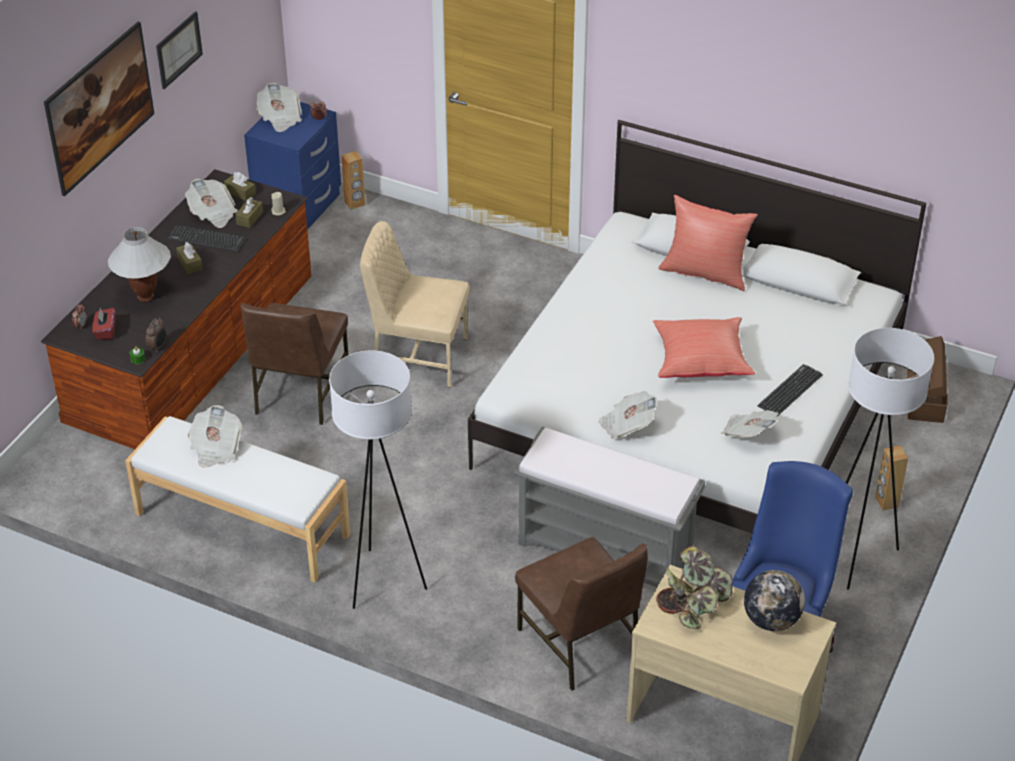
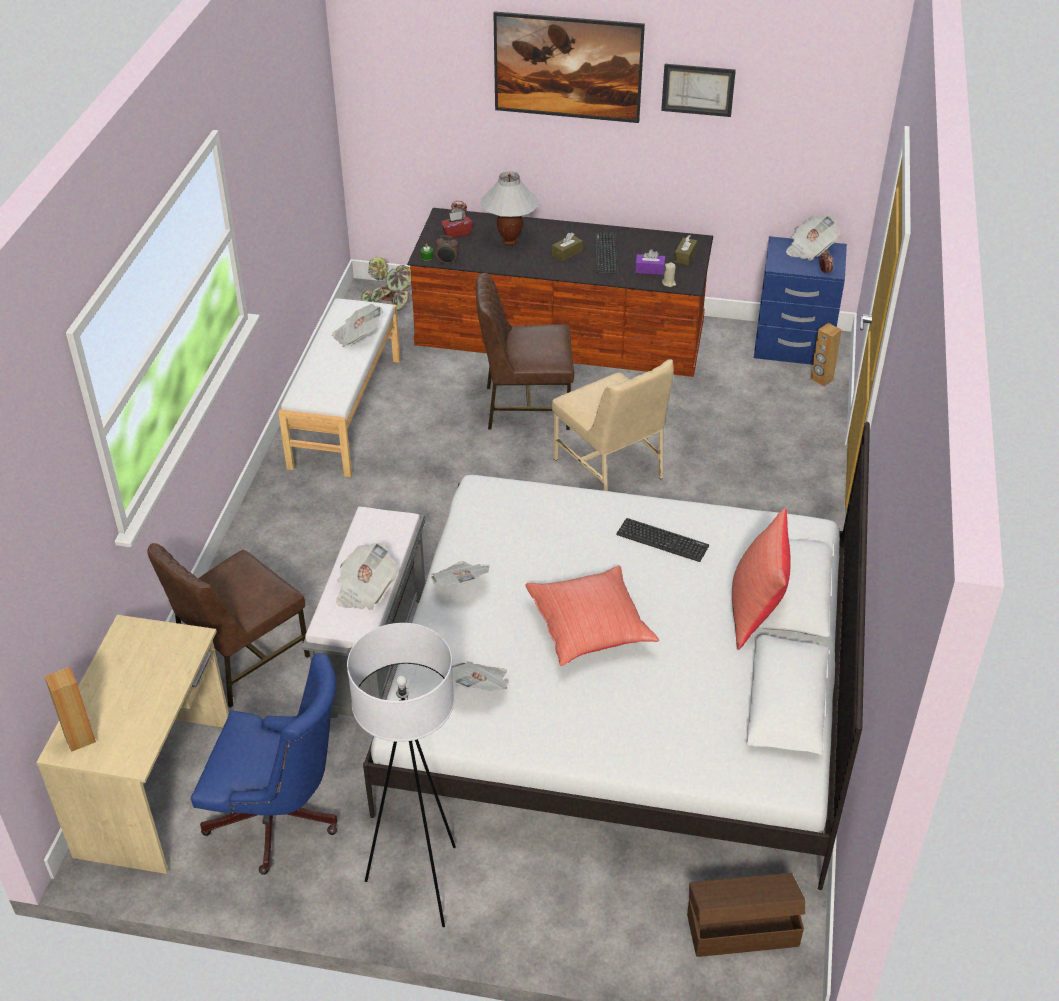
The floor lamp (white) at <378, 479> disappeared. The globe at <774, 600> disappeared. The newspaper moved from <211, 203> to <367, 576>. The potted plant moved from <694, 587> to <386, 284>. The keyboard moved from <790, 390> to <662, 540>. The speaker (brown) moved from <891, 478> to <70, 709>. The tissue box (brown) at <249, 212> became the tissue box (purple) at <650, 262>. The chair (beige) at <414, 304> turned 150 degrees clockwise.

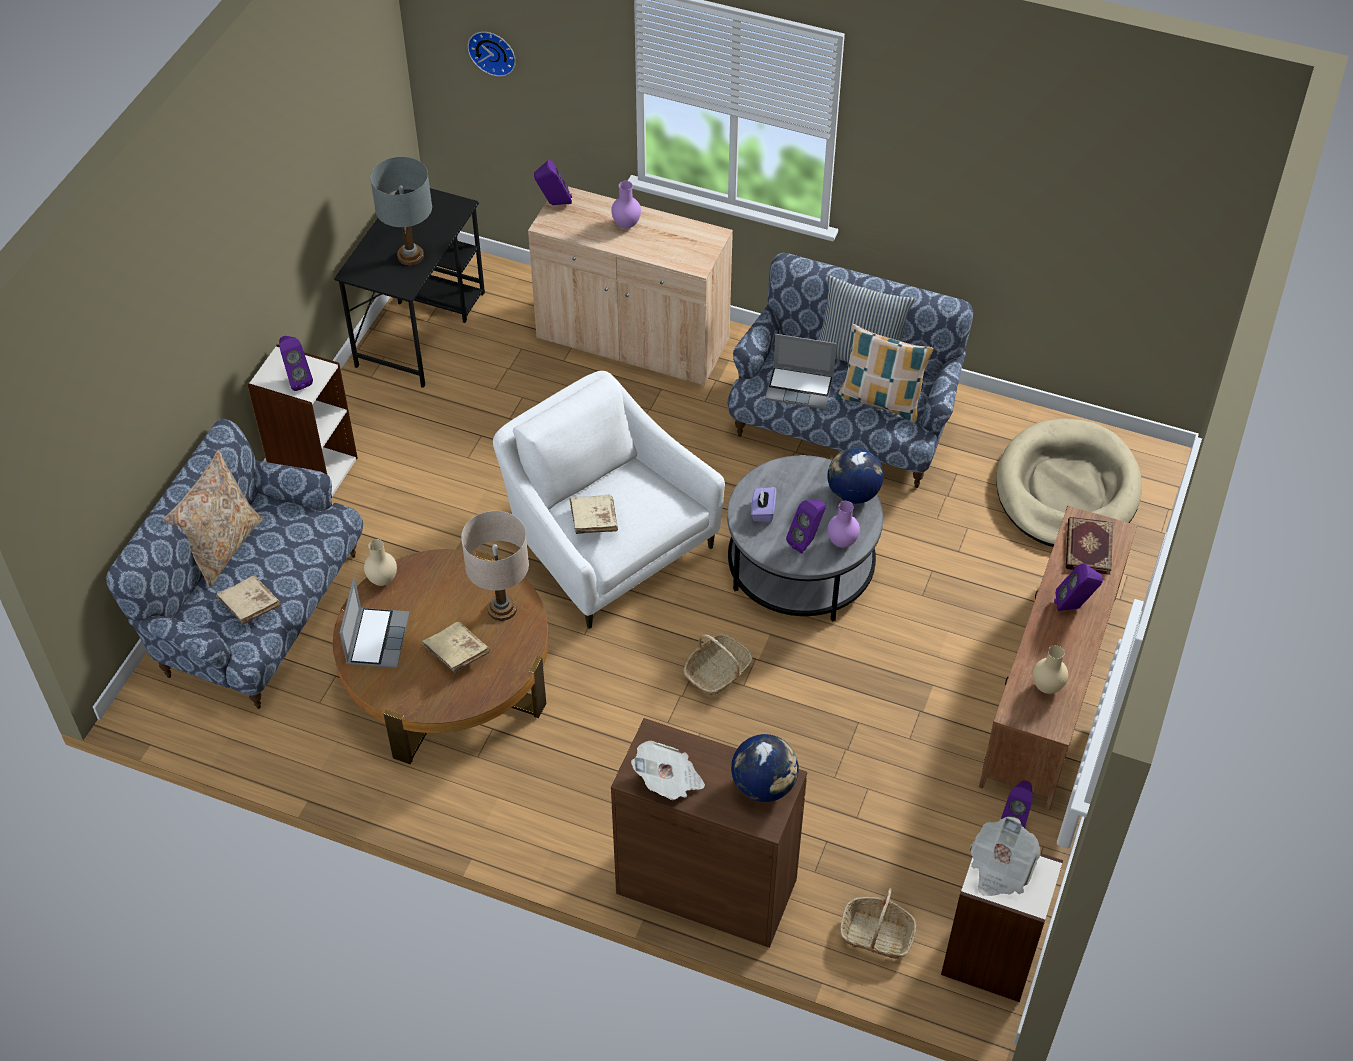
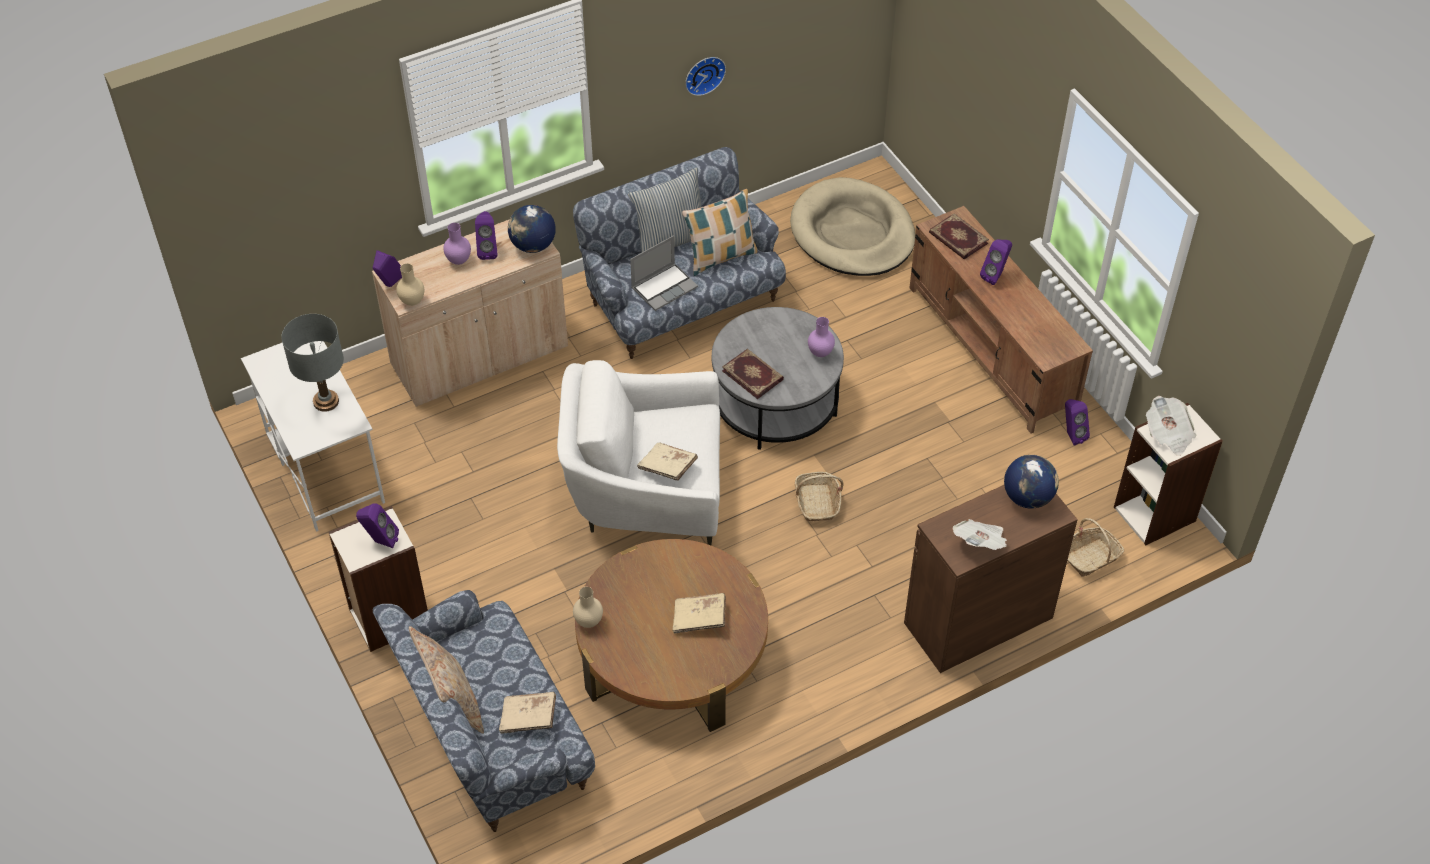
The laptop at <375, 622> disappeared. The table lamp (beige) at <495, 566> disappeared. The wall clock moved from <491, 54> to <705, 76>. The speaker (purple) moved from <806, 526> to <486, 235>. The globe moved from <855, 476> to <532, 229>. The vase (beige) moved from <1050, 669> to <410, 284>. The tissue box (purple) at <763, 505> was replaced by the book at <753, 374>. The desk (black) at <409, 288> became the desk (white) at <313, 436>.

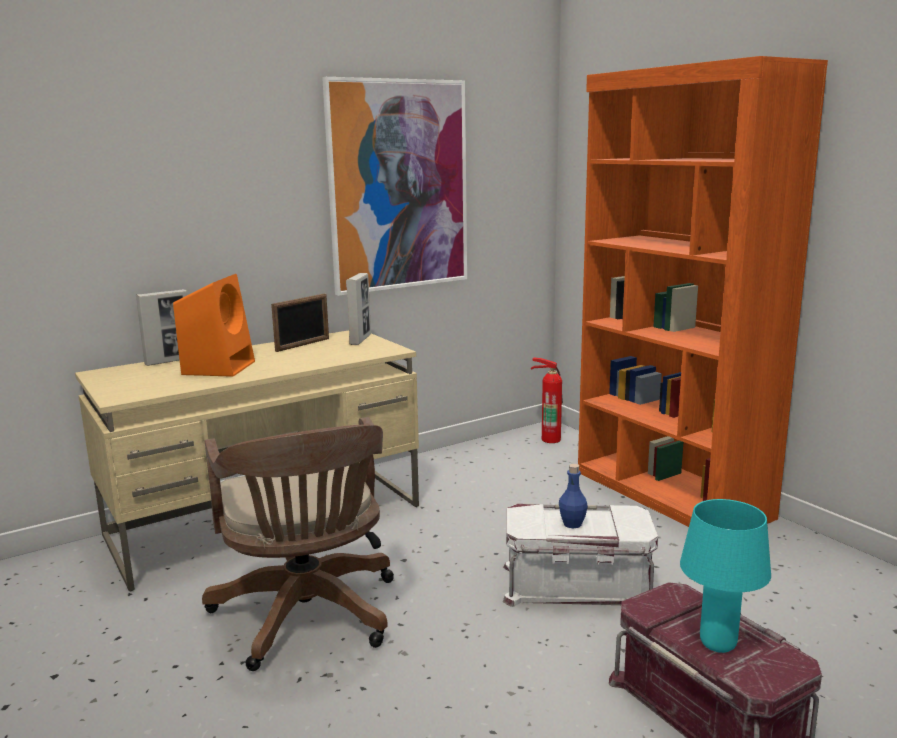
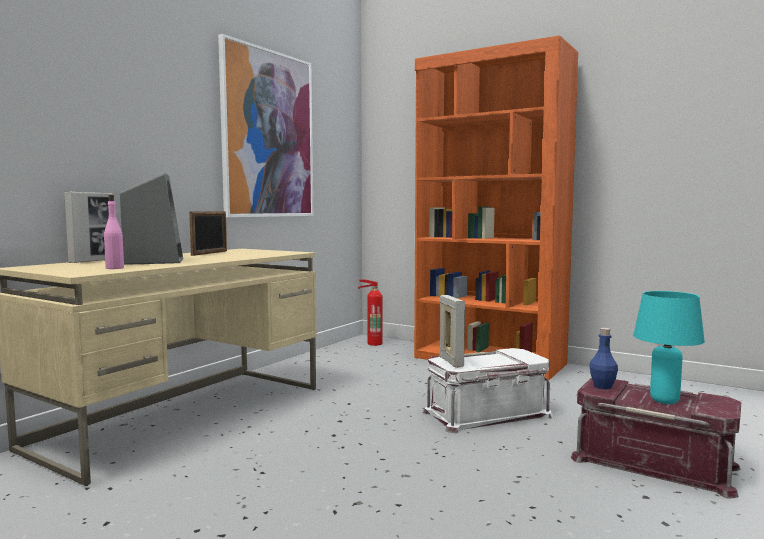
The office chair (brown) at <298, 544> disappeared. The bottle (pink) at <114, 232> appeared. The picture frame moved from <358, 309> to <452, 331>. The bottle (blue) moved from <573, 496> to <603, 358>. The speaker (orange) at <214, 325> became the speaker (grey) at <151, 219>.

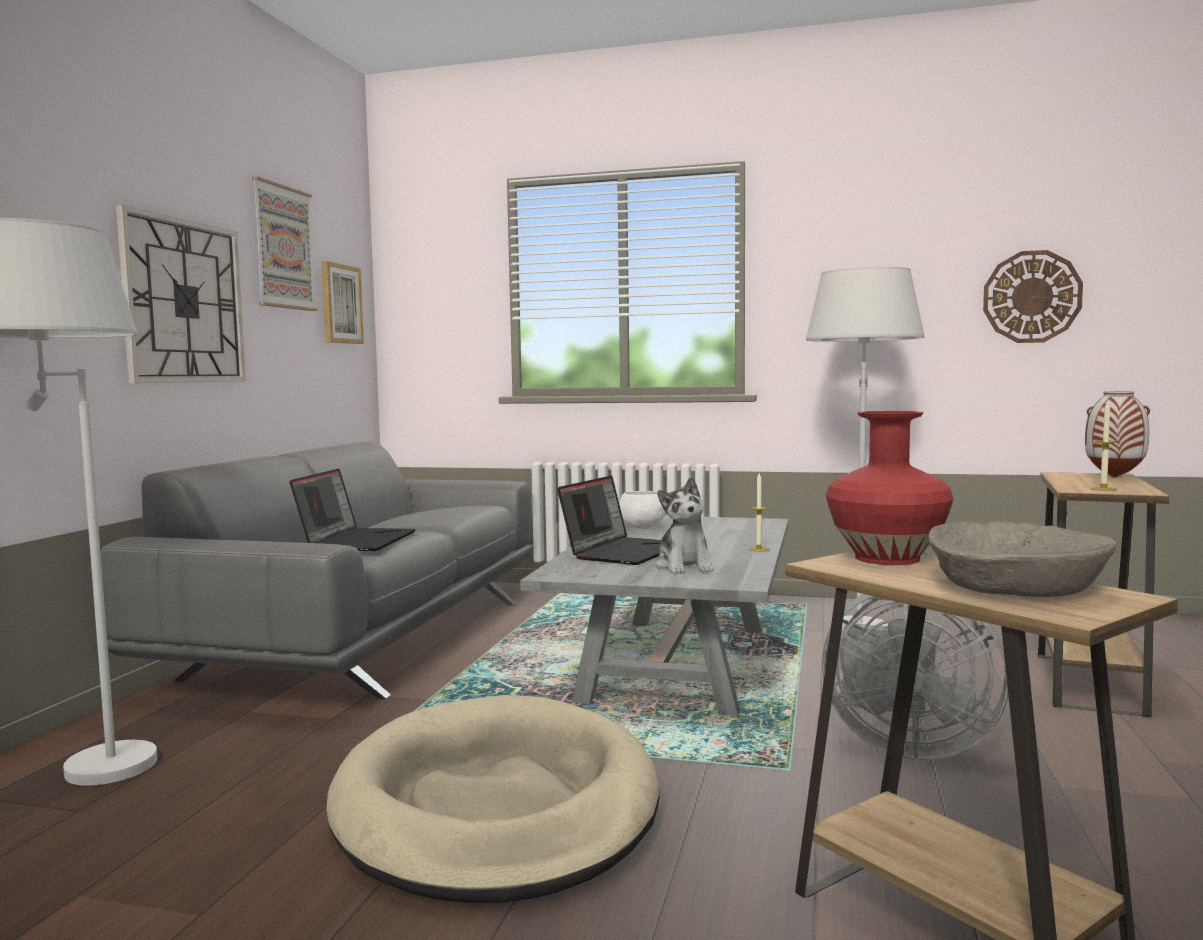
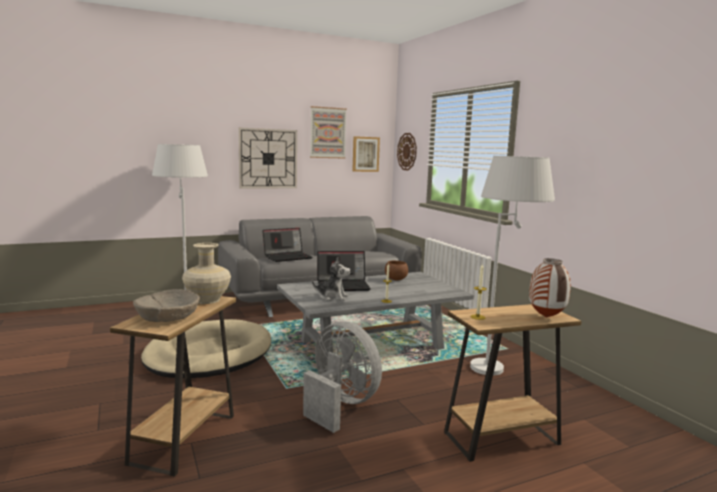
The wall clock moved from <1033, 296> to <407, 152>. The bowl (white) at <642, 510> became the bowl (brown) at <396, 271>. The vase (red) at <889, 488> became the vase (beige) at <206, 273>. The plush toy at <684, 525> turned 120 degrees counterclockwise. The fan (grey) at <915, 677> turned 150 degrees clockwise.

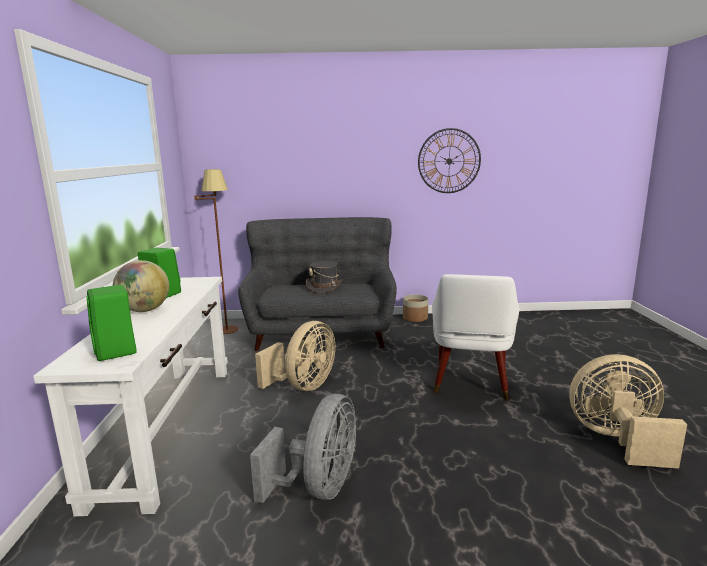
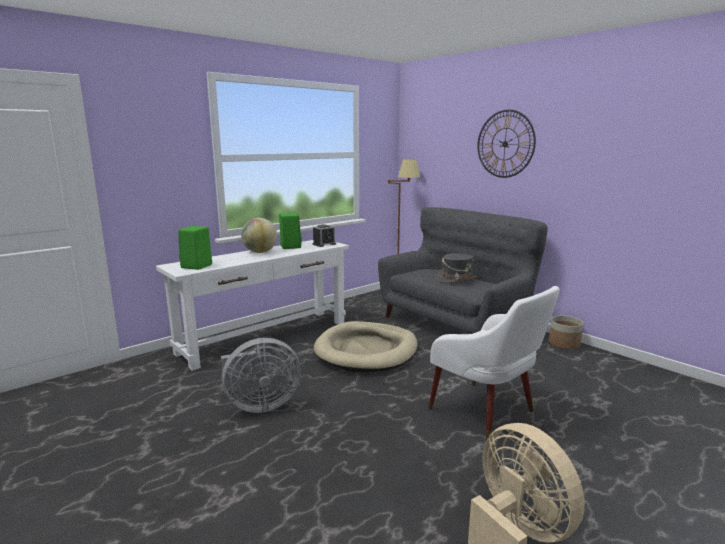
The alarm clock at <324, 235> appeared. The wall clock moved from <449, 160> to <507, 144>. The fan (beige) at <295, 356> was replaced by the dog bed (beige) at <366, 346>. The armchair (white) at <475, 337> turned 105 degrees counterclockwise.

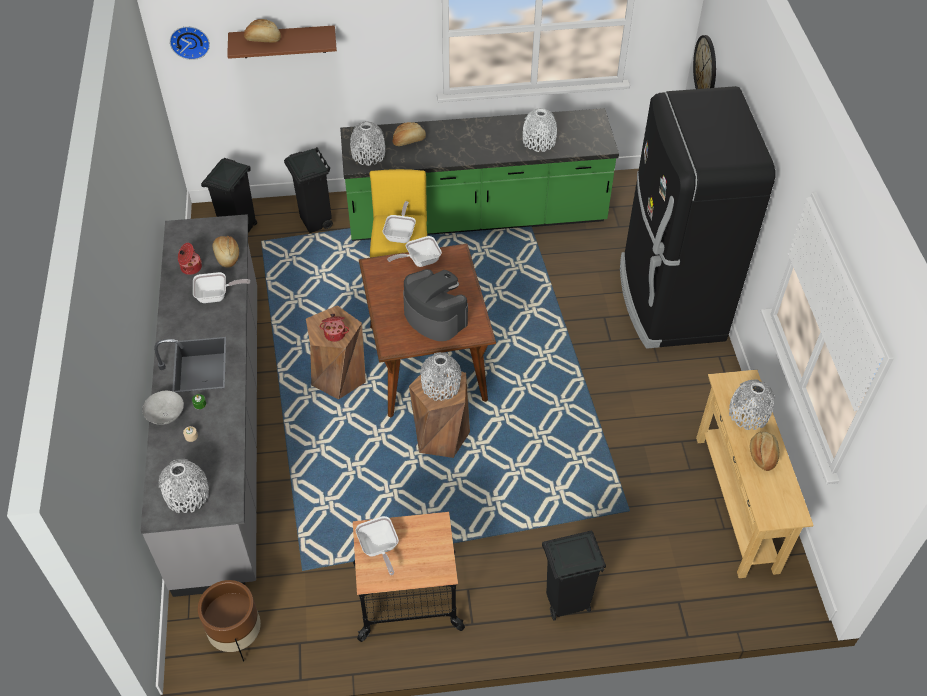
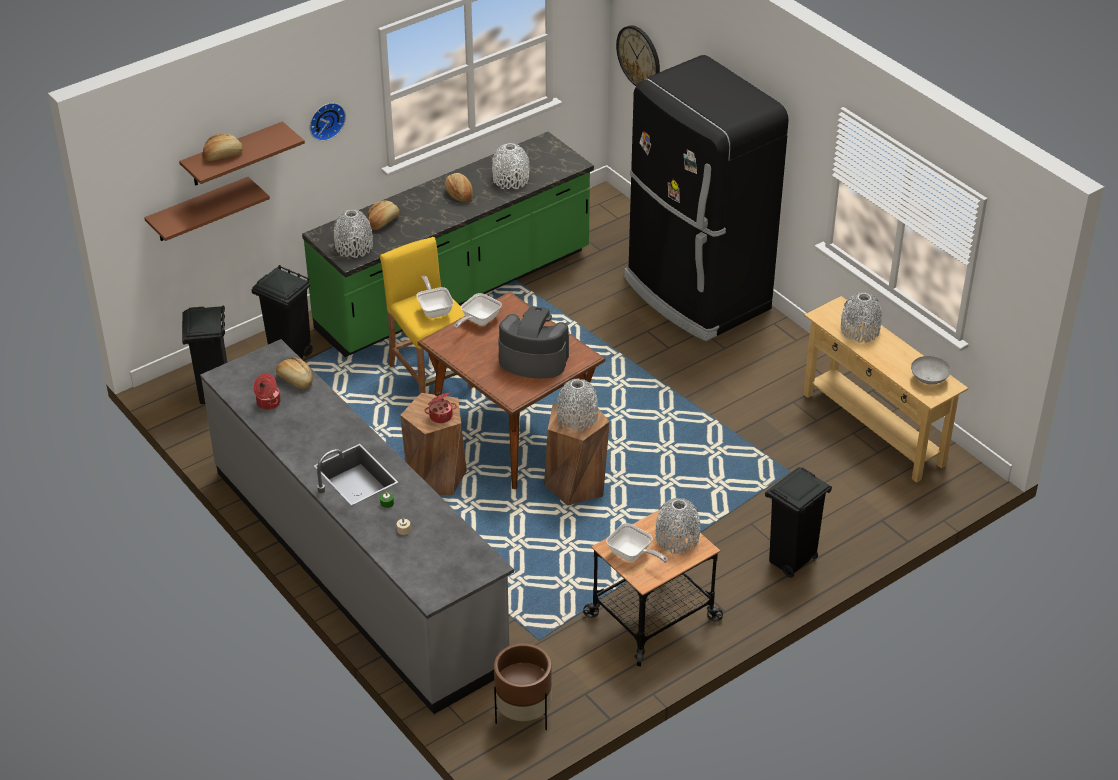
The frying pan at <221, 287> disappeared. The shelf (brown) at <207, 209> appeared. The bowl (grey) moved from <163, 408> to <931, 370>. The vase (grey) moved from <184, 486> to <678, 526>. The wall clock moved from <190, 43> to <328, 122>. The bread moved from <764, 451> to <459, 187>.

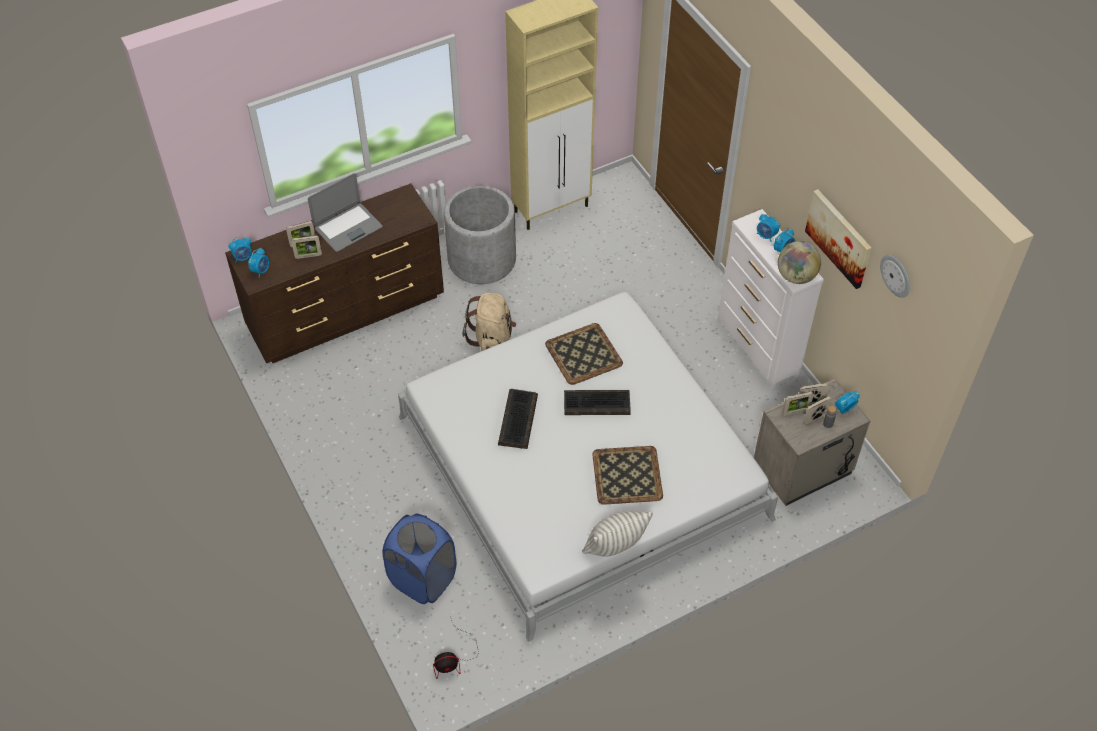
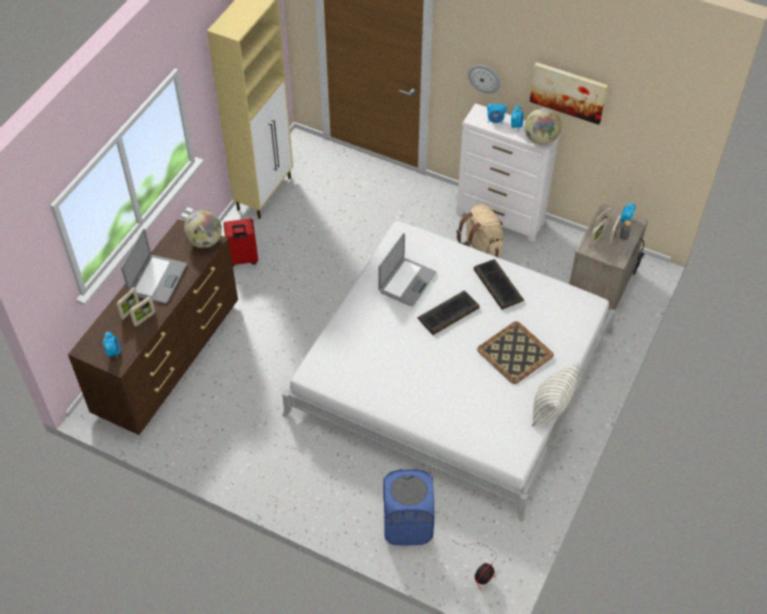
The alarm clock at <240, 249> disappeared. The globe at <203, 229> appeared. The backpack (beige) moved from <489, 322> to <480, 230>. The keyboard moved from <518, 419> to <499, 284>. The wall clock moved from <895, 276> to <484, 79>. The planter (grey) at <480, 234> was replaced by the suitcase (red) at <240, 242>. The tray at <584, 354> was replaced by the laptop at <407, 269>.

